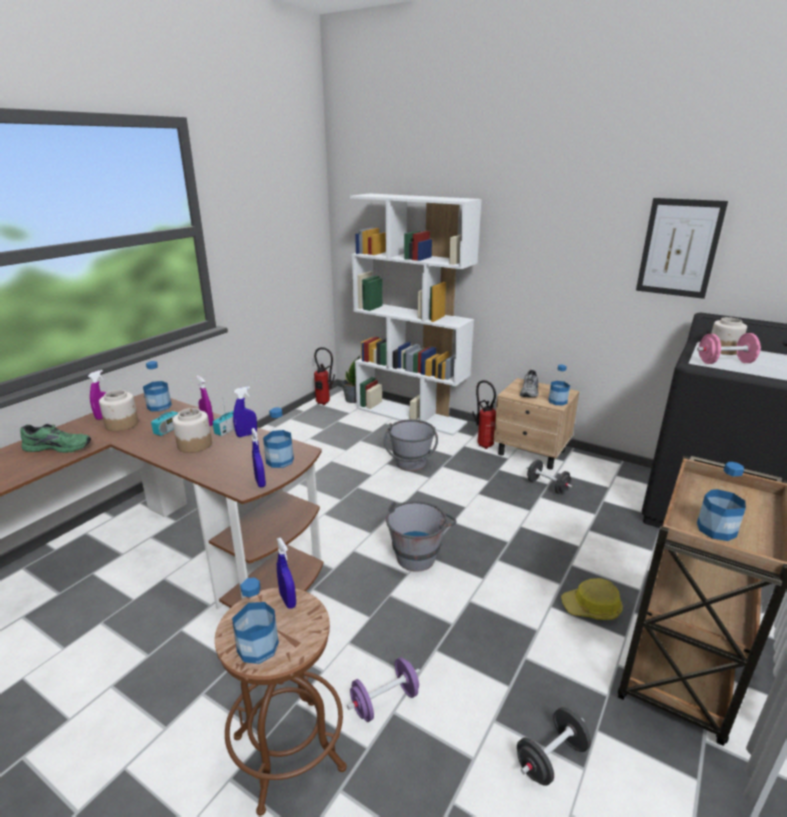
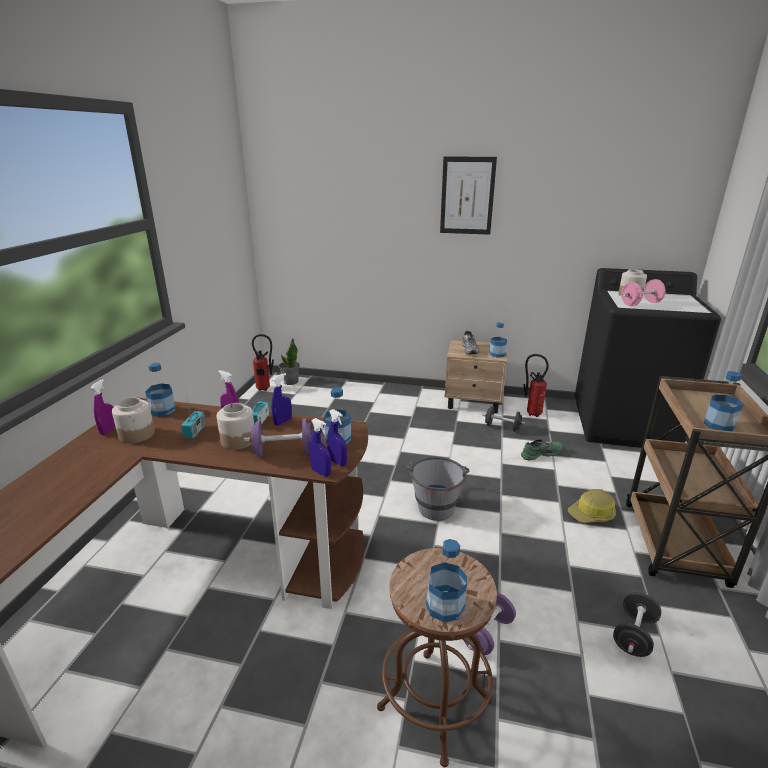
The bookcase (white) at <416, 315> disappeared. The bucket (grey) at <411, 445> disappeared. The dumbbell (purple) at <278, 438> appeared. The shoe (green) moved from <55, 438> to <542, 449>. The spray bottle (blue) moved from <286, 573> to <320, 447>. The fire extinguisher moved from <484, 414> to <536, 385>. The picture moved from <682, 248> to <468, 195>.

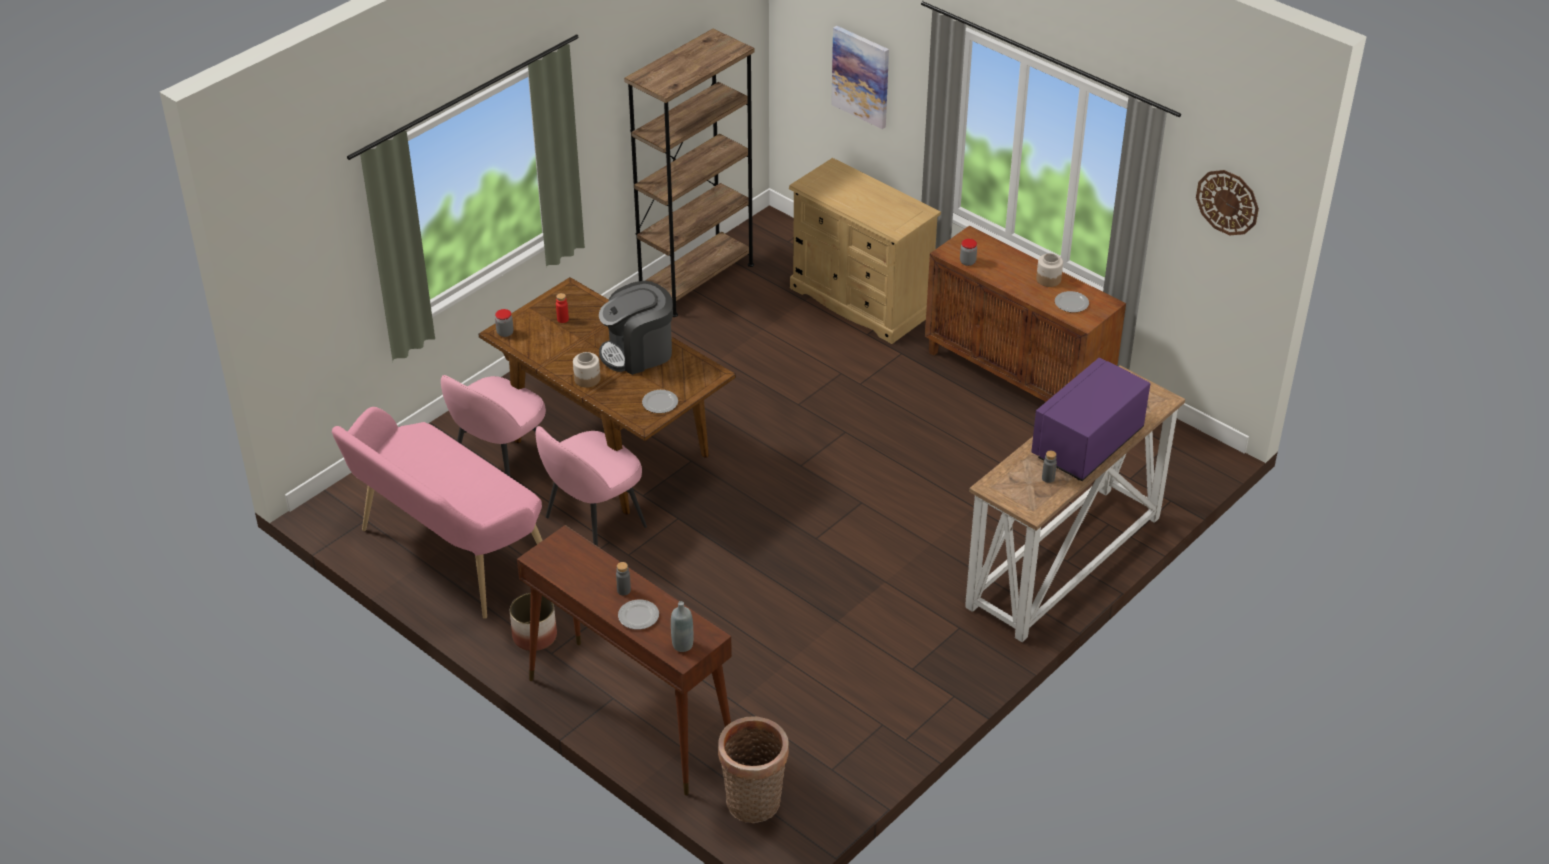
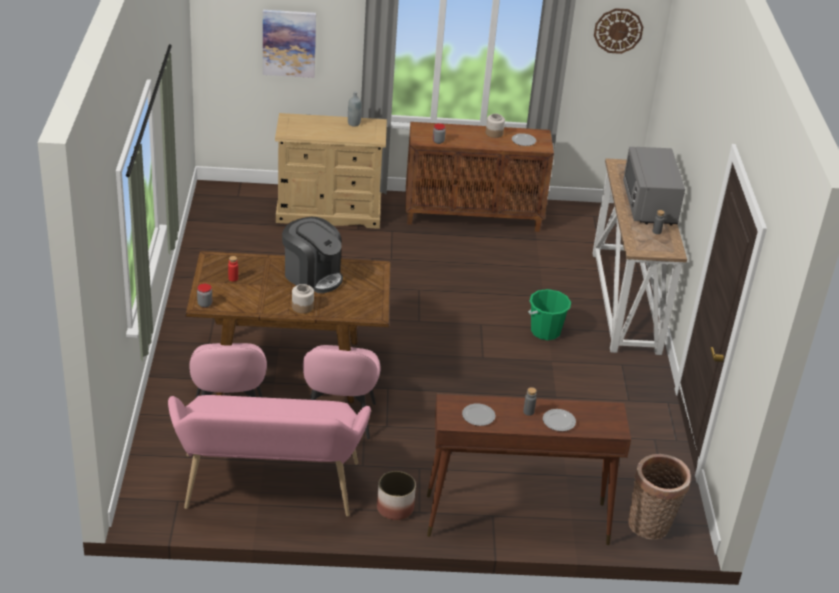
The bookcase (brown) at <689, 173> disappeared. The bucket (green) at <549, 314> appeared. The plate moved from <660, 401> to <479, 414>. The bottle (grey) moved from <682, 626> to <355, 109>. The microwave (purple) at <1090, 419> became the microwave (grey) at <654, 186>. The coffee machine at <636, 328> turned 75 degrees counterclockwise.

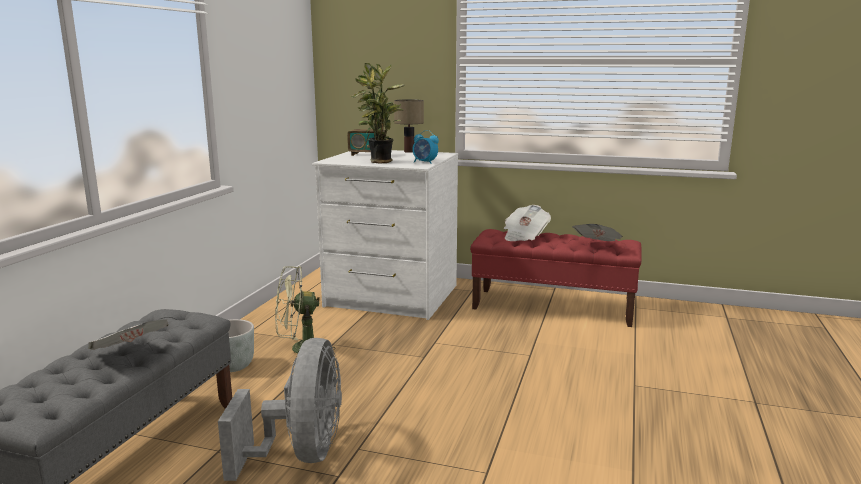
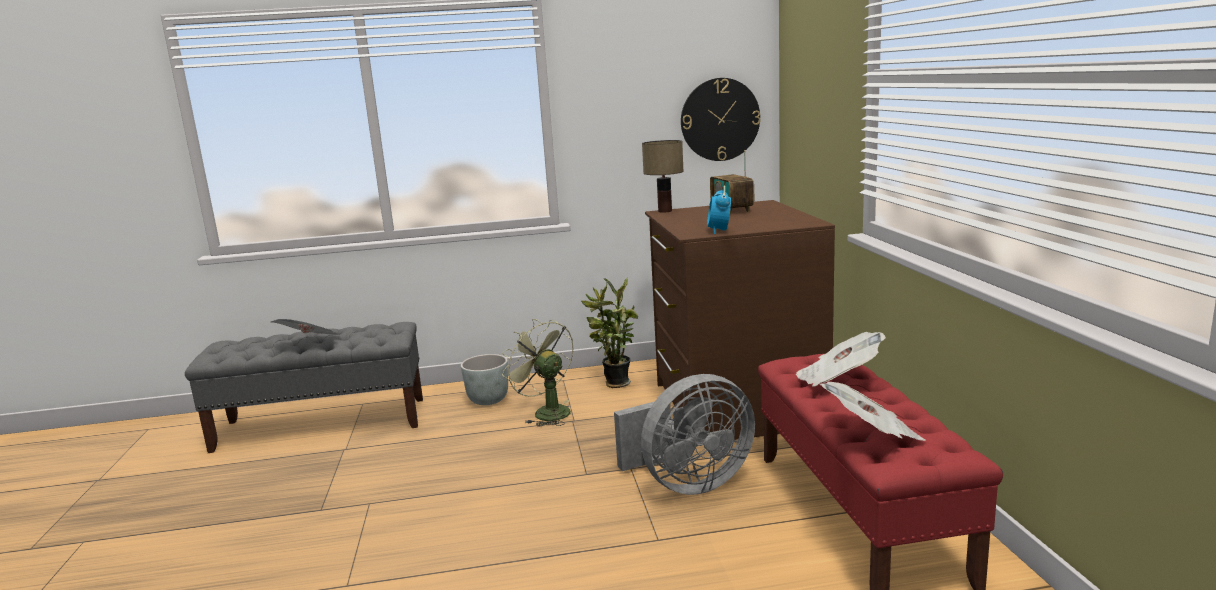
The wall clock at <720, 119> appeared. The fan (grey) moved from <280, 409> to <684, 434>. The potted plant moved from <378, 113> to <609, 333>. The table lamp moved from <409, 126> to <662, 176>. The dresser (white) at <385, 235> became the dresser (brown) at <740, 320>.

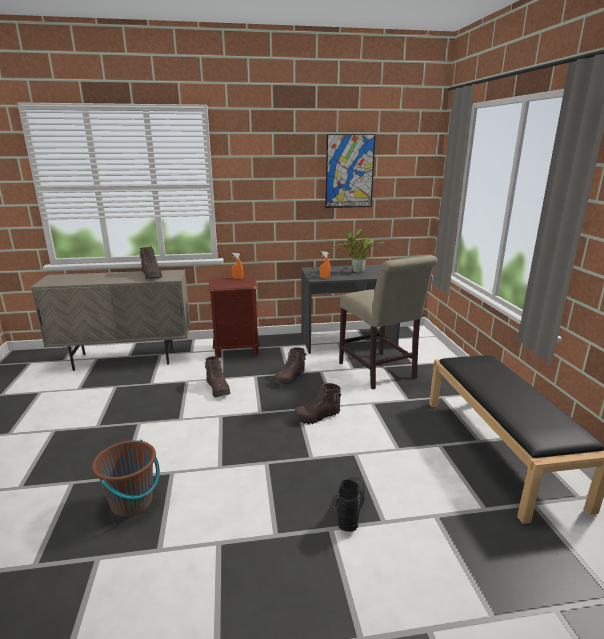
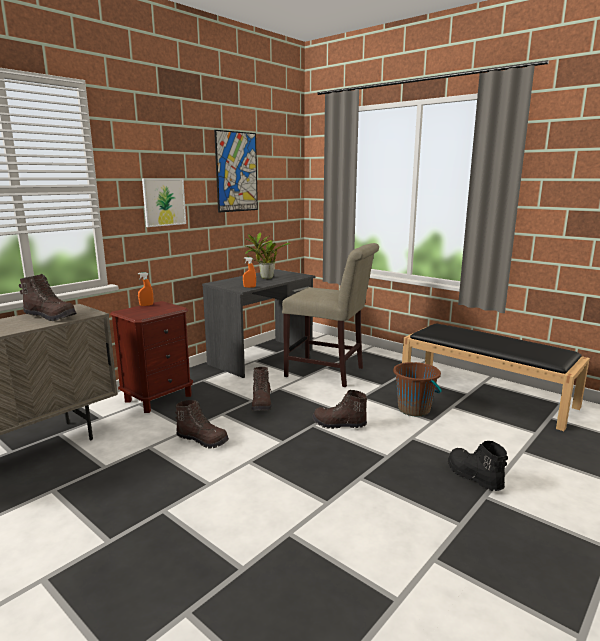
The picture at <164, 202> appeared. The bucket (brown) moved from <126, 478> to <417, 389>. The boot (brown) at <317, 404> turned 75 degrees clockwise.

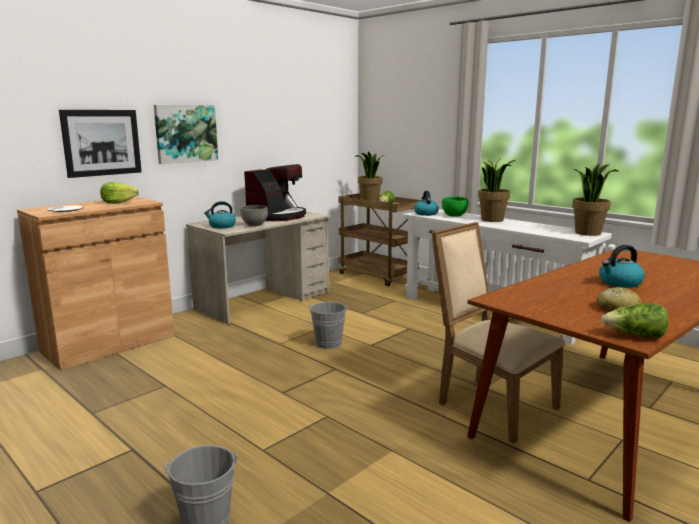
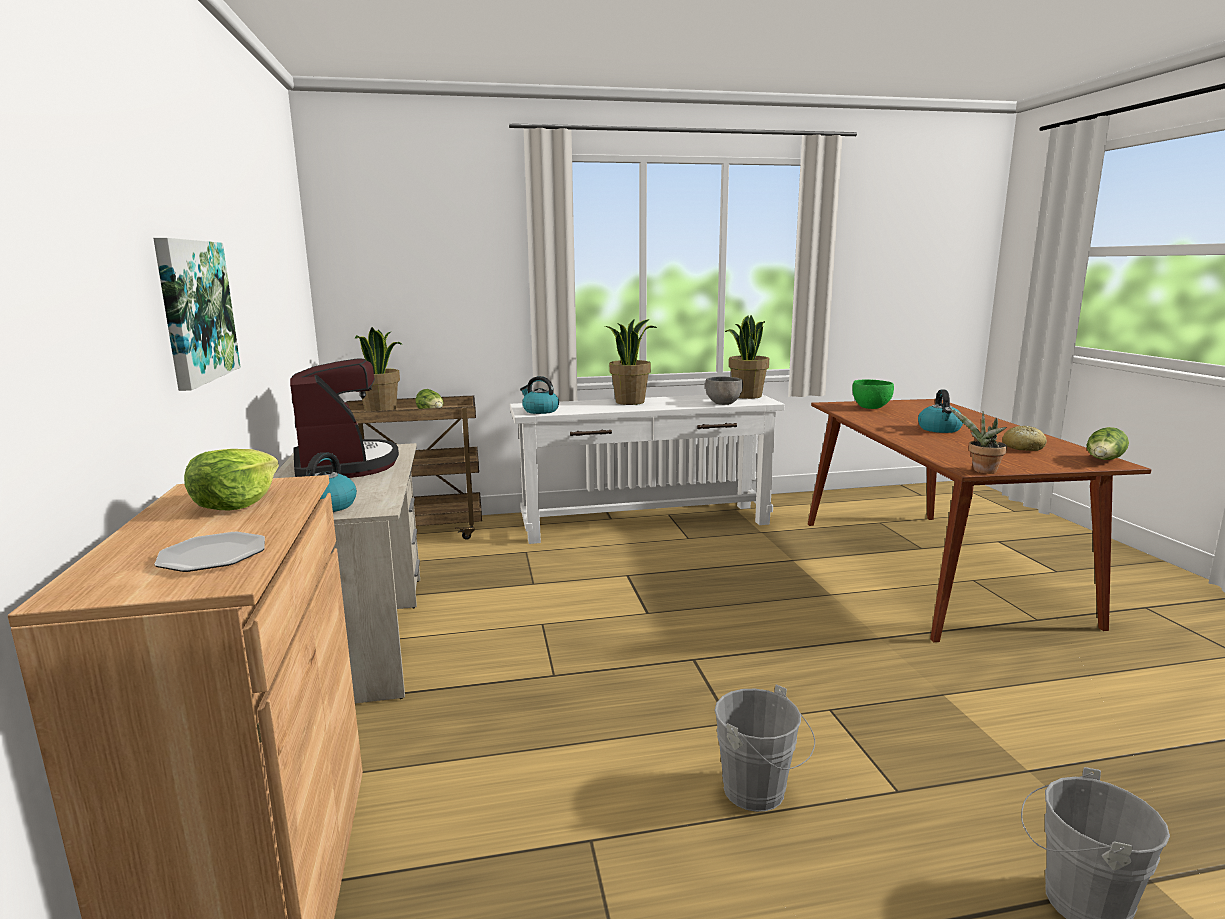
The picture at <100, 144> disappeared. The chair (beige) at <498, 333> disappeared. The potted plant at <978, 441> appeared. The bowl (grey) moved from <254, 215> to <724, 390>. The bucket (grey) moved from <328, 325> to <765, 748>. The bowl (green) moved from <455, 207> to <873, 394>.

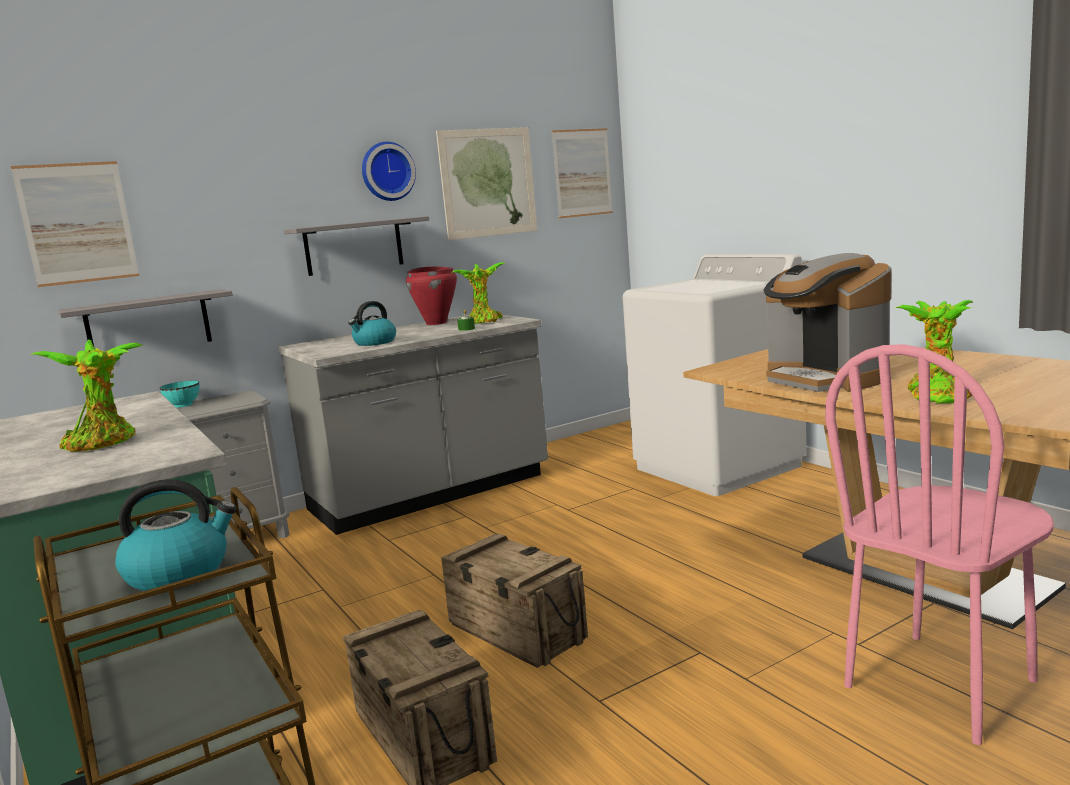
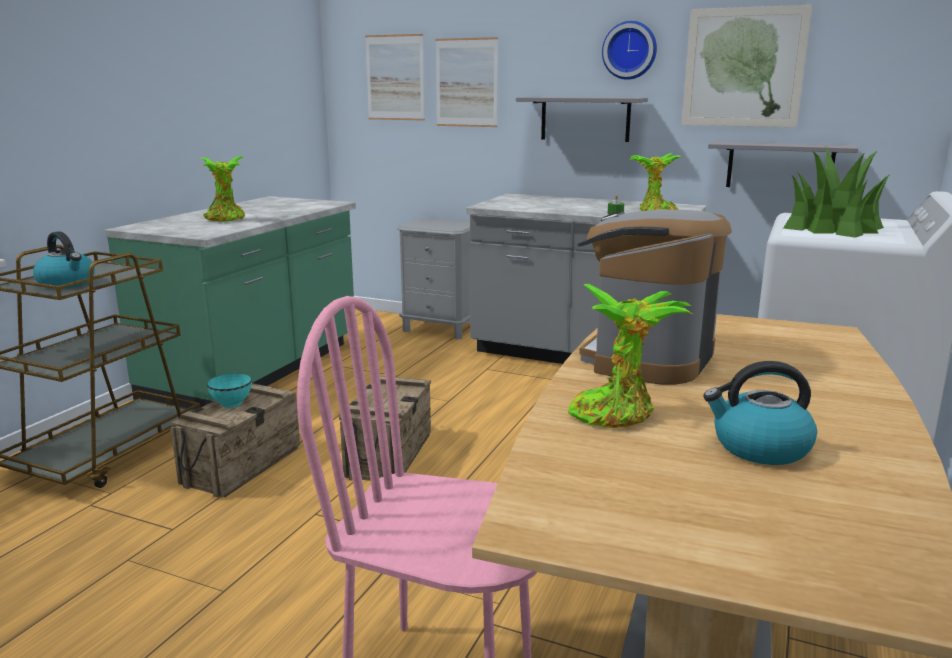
The cooking pot (red) at <431, 296> disappeared. The potted plant at <836, 192> appeared. The shelf (grey) moved from <145, 317> to <783, 164>. The bowl (turquoise) moved from <179, 394> to <229, 390>. The kettle moved from <372, 323> to <760, 413>. The picture moved from <582, 173> to <466, 82>.

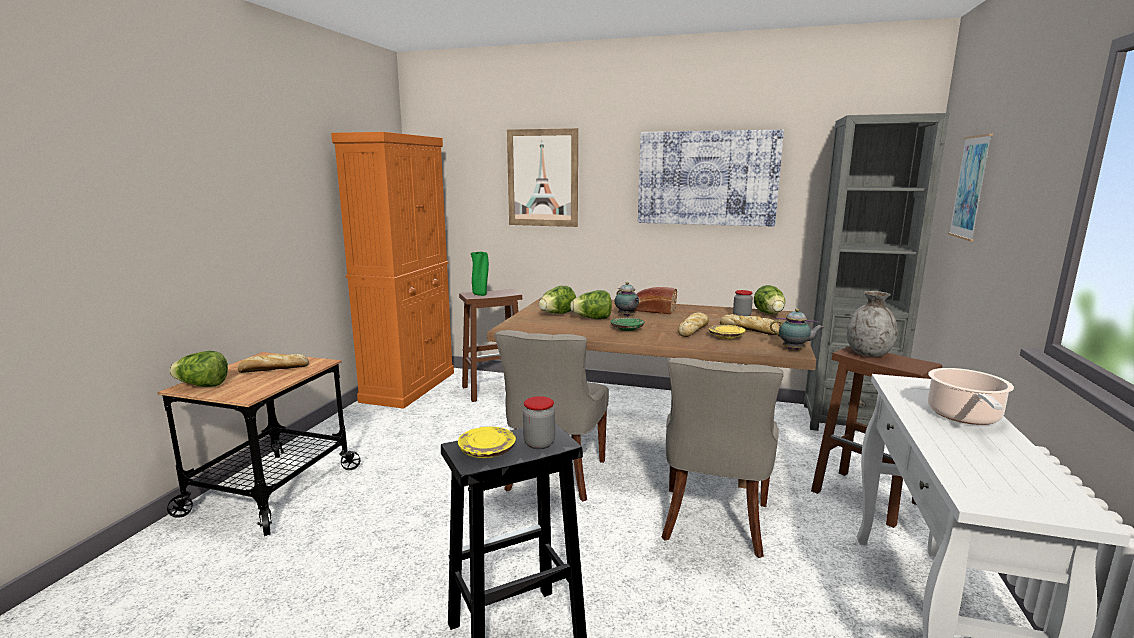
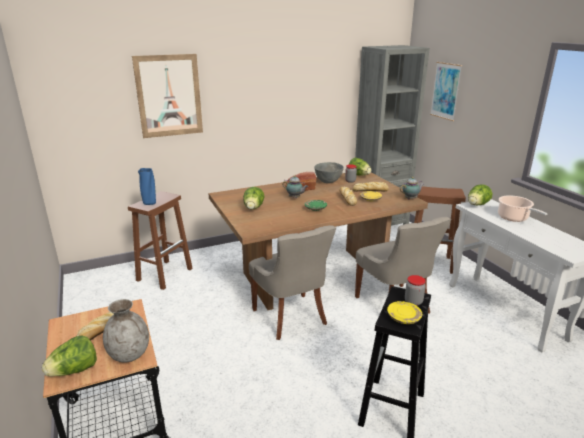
The cabinet (orange) at <392, 270> disappeared. The picture at <711, 178> disappeared. The bowl (grey) at <329, 172> appeared. The lettuce moved from <591, 304> to <480, 195>. The vase (grey) moved from <872, 324> to <126, 331>. The vase (green) at <480, 274> became the vase (blue) at <147, 186>.

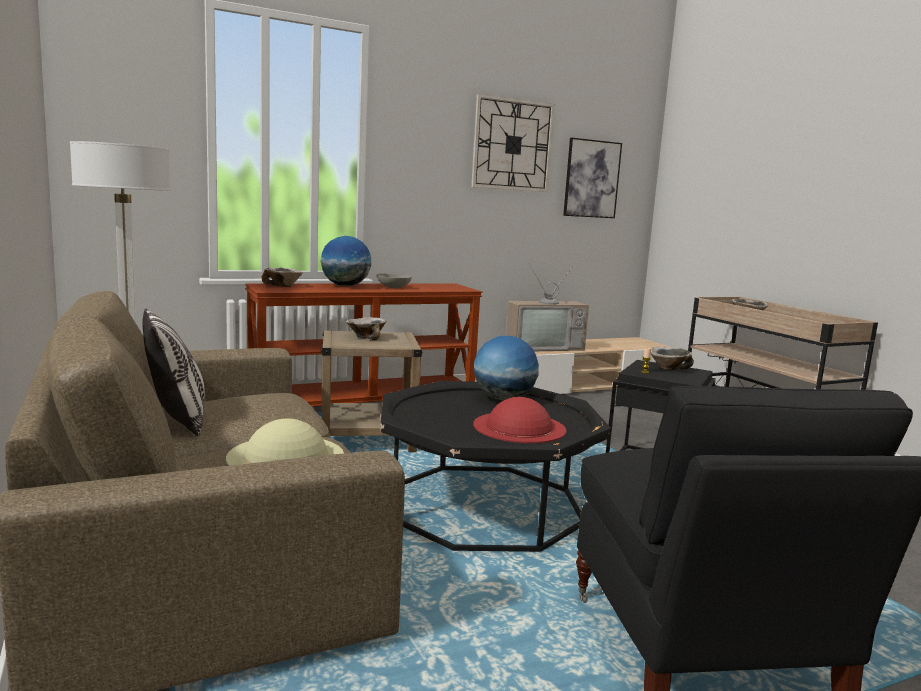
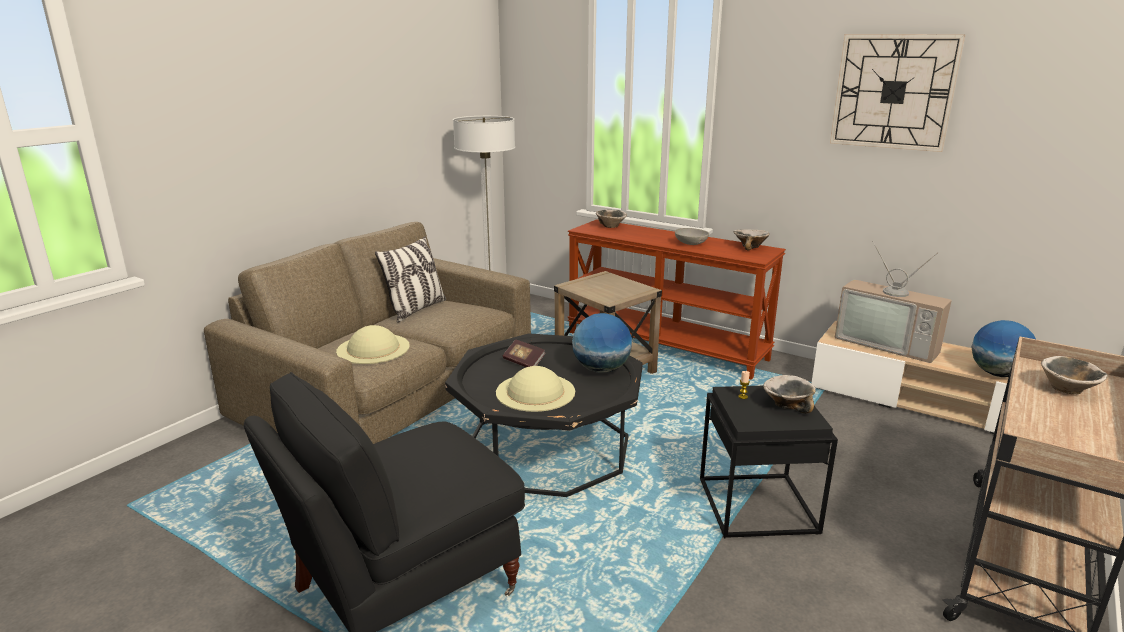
The picture at <592, 178> disappeared. The book at <524, 353> appeared. The globe moved from <346, 261> to <1003, 348>. The bowl moved from <366, 328> to <751, 240>. The hat (red) at <519, 420> became the hat (beige) at <535, 389>.

